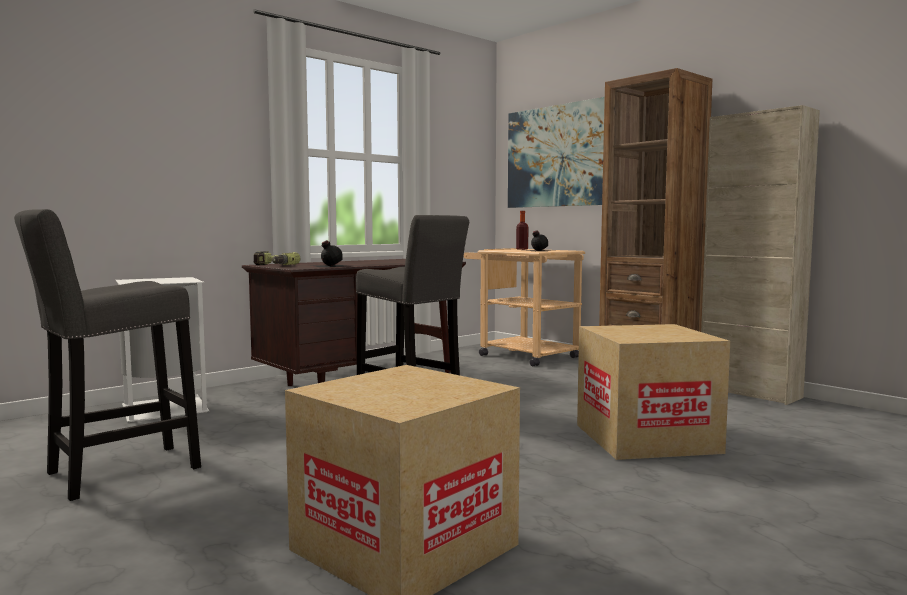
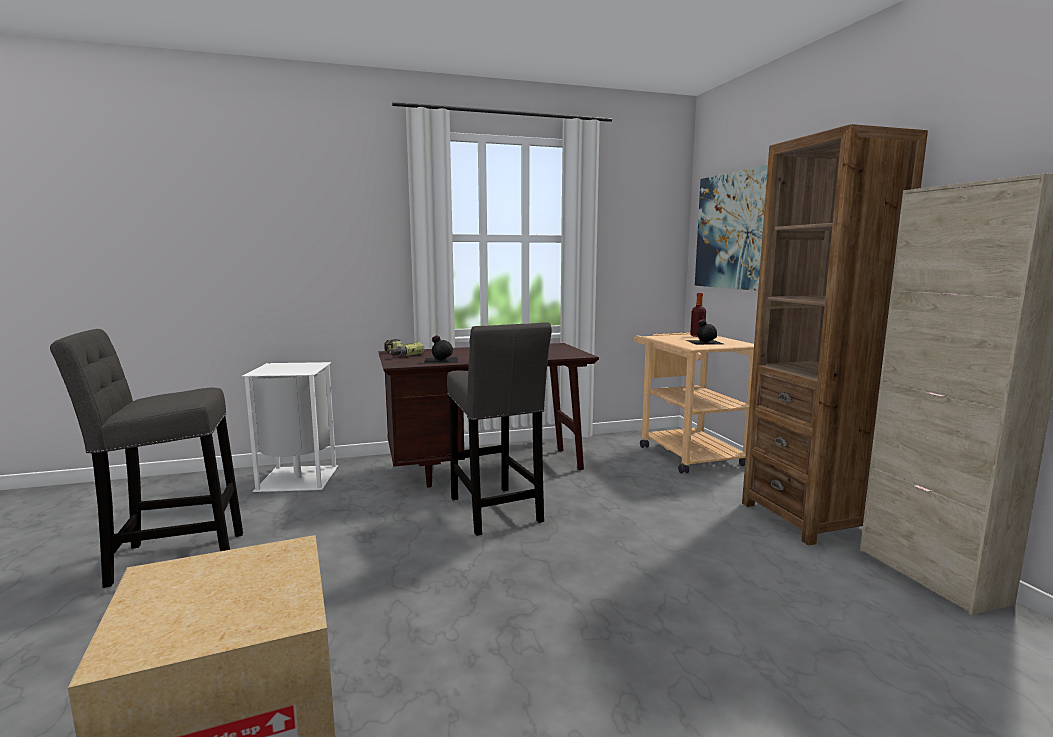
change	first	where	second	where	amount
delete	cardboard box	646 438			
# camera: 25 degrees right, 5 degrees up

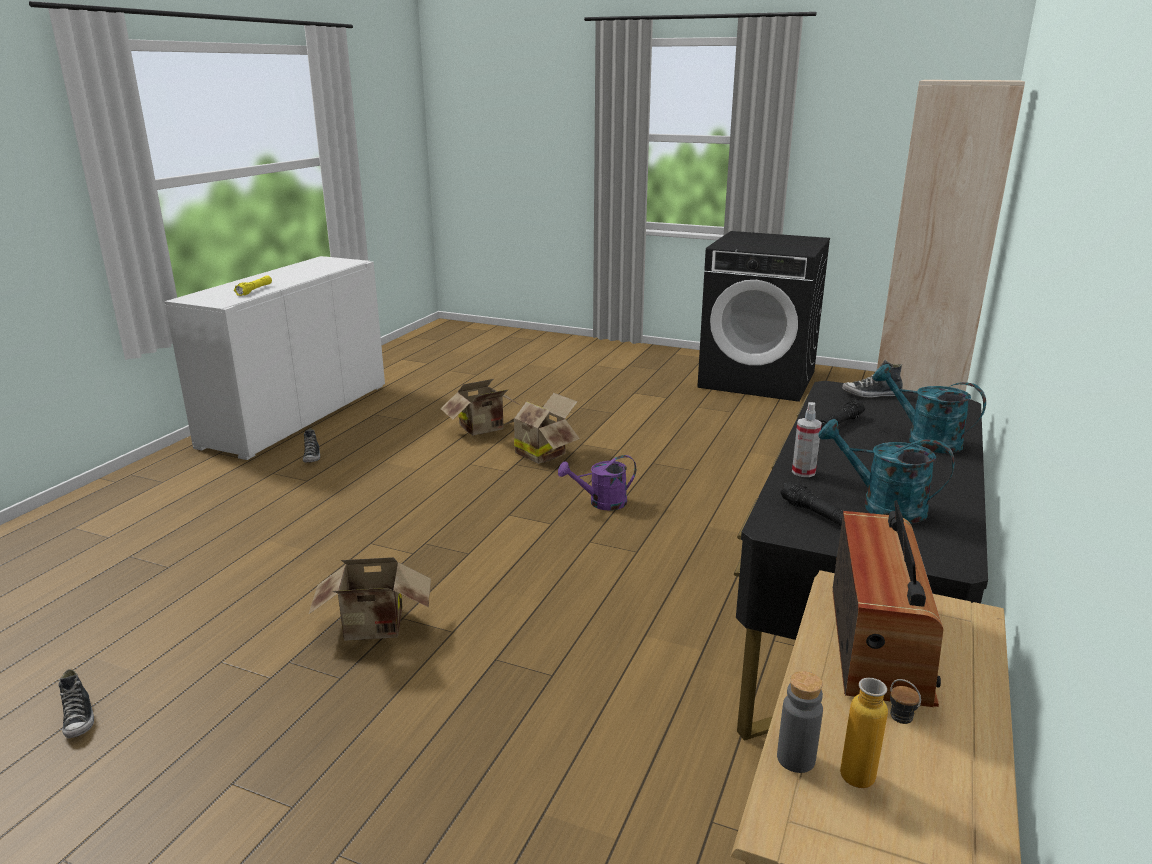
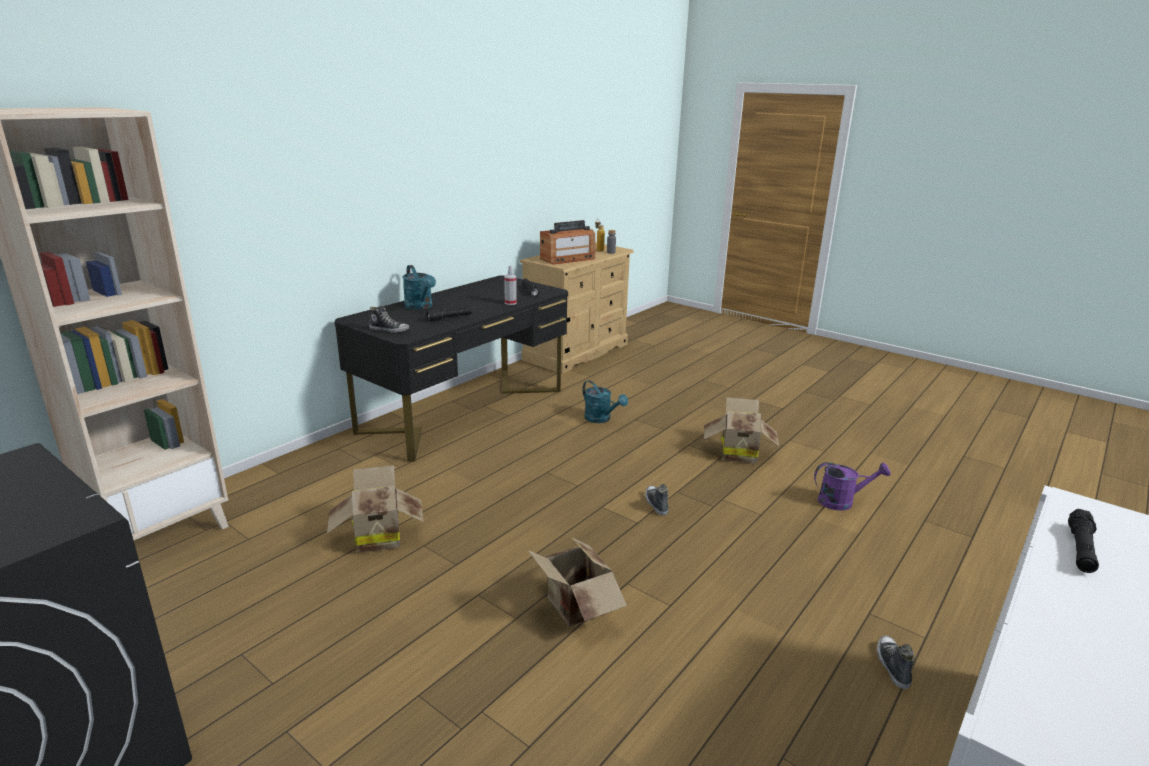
change	first	where	second	where	amount
move	shoe	79 719		656 504	
recolor	yellow flashlight	254 290	black flashlight	1080 549	
move	cardboard box	484 429		377 537	
move	purple watering can	601 503		842 501	
move	turquoise watering can	882 506		601 419	
rotate	radio	878 643		567 259	150 degrees counterclockwise
# camera: 165 degrees left, 0 degrees up

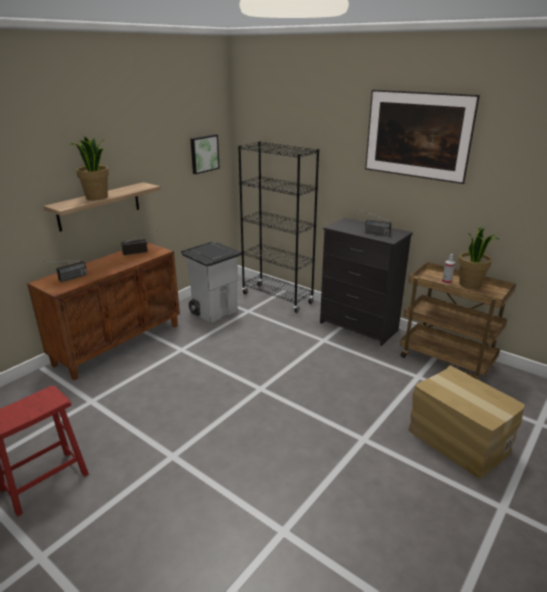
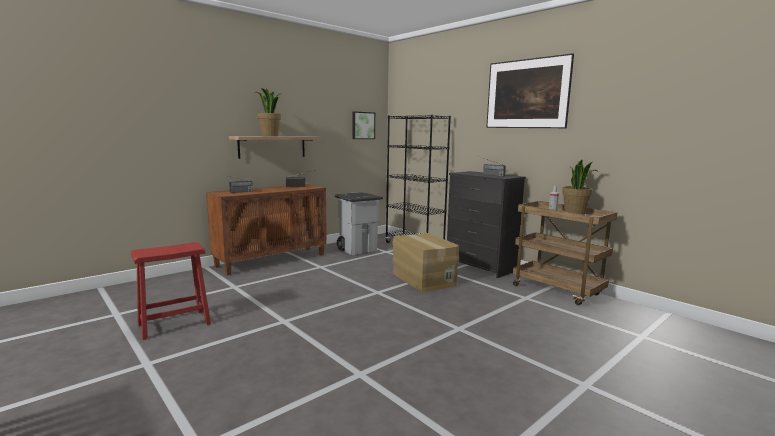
change	first	where	second	where	amount
move	cardboard box	458 440		422 279	
# camera: 10 degrees right, 15 degrees down

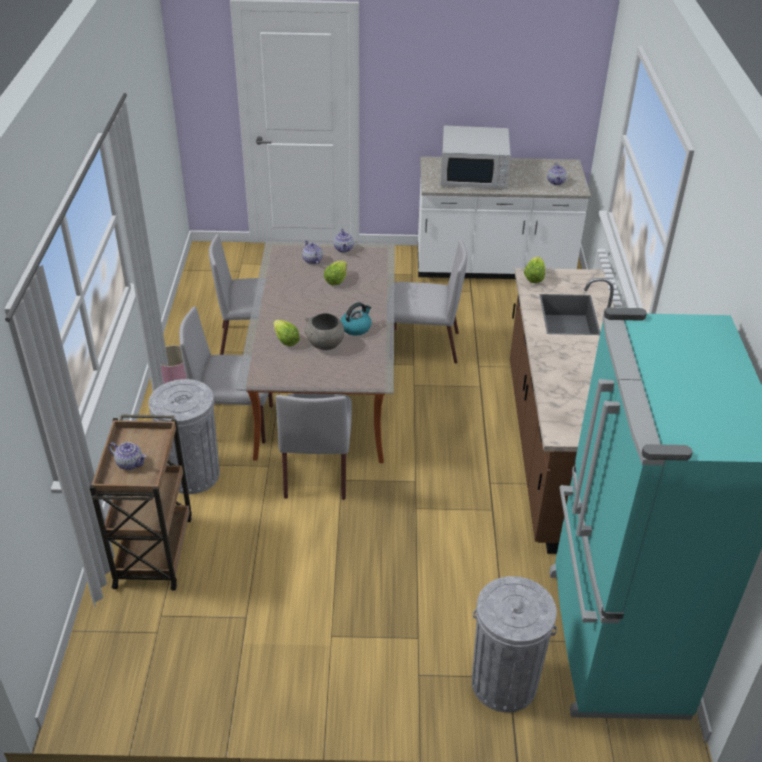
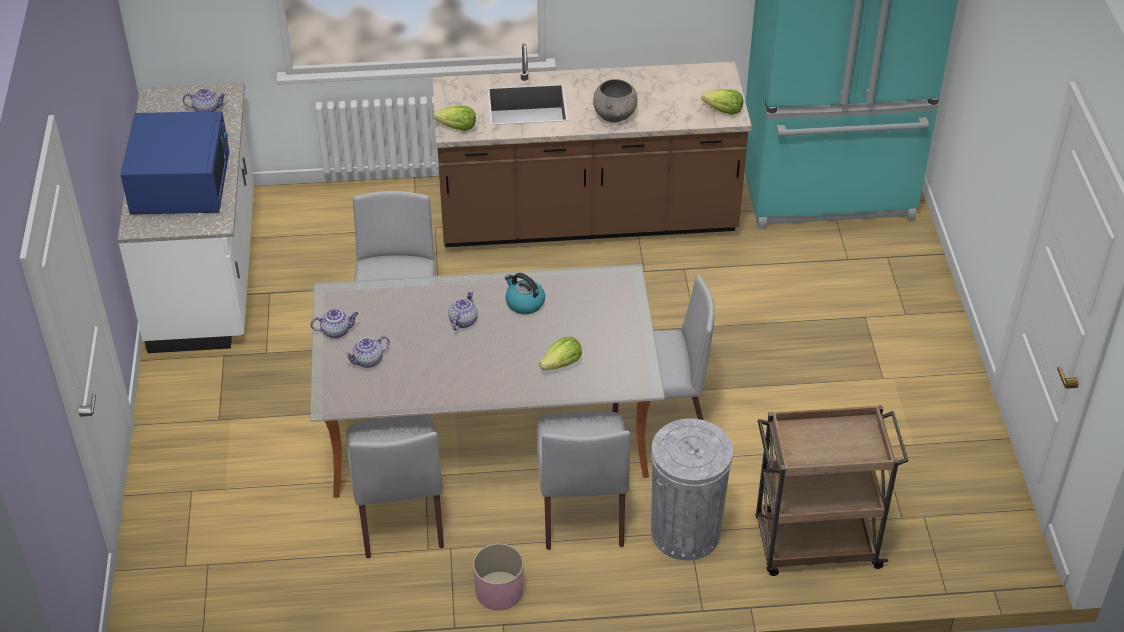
change	first	where	second	where	amount
move	teapot	130 463		463 321	
move	grey bowl	325 345		615 116	
move	lettuce	336 280		723 111	
recolor	white microwave	474 174	blue microwave	181 183	
delete	grey trash can	504 683			
# camera: 95 degrees left, 5 degrees up

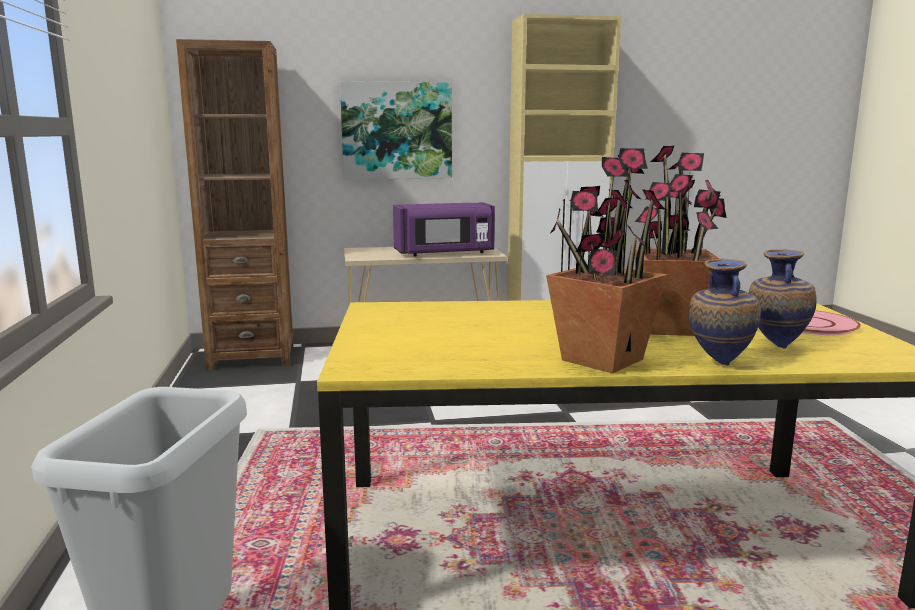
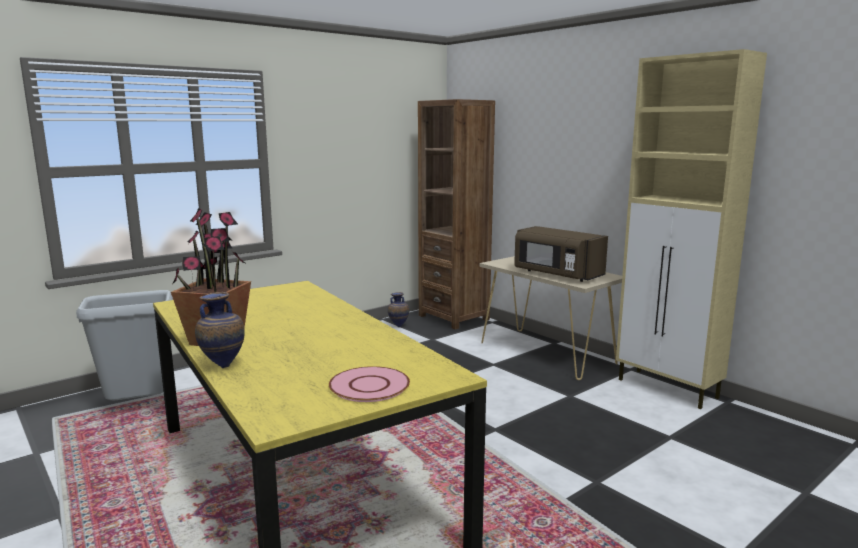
change	first	where	second	where	amount
delete	picture	397 131			
recolor	purple microwave	444 253	brown microwave	556 274	
delete	potted plant	671 328			
move	vase	775 347		398 326	
# camera: 60 degrees right, 0 degrees up

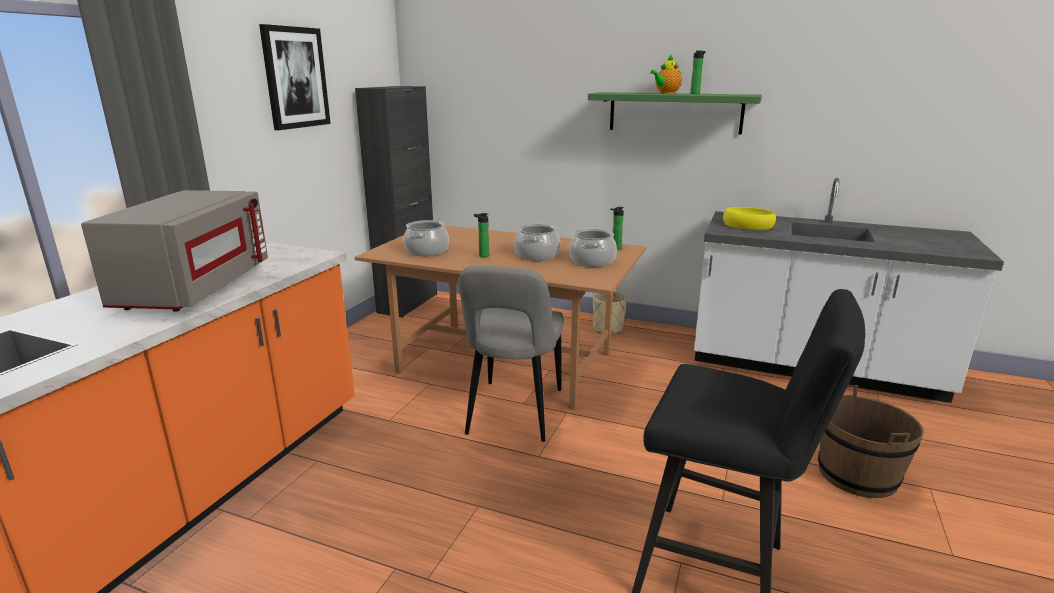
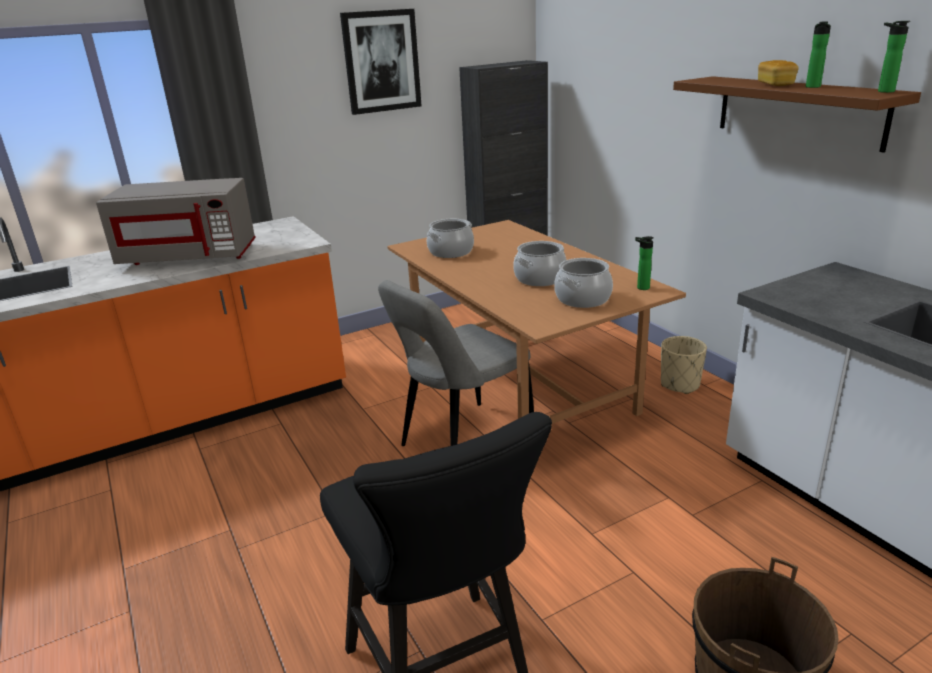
change	first	where	second	where	amount
rotate	grey microwave	195 288		190 256	45 degrees clockwise
move	bottle	482 256		883 91	
recolor	green shelf	675 112	brown shelf	798 111	
replace	teapot	666 93	bread	775 84	
delete	yellow bowl	748 225			
# camera: 40 degrees right, 5 degrees up

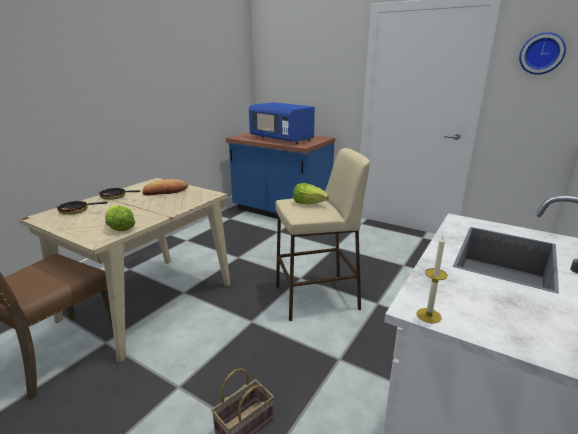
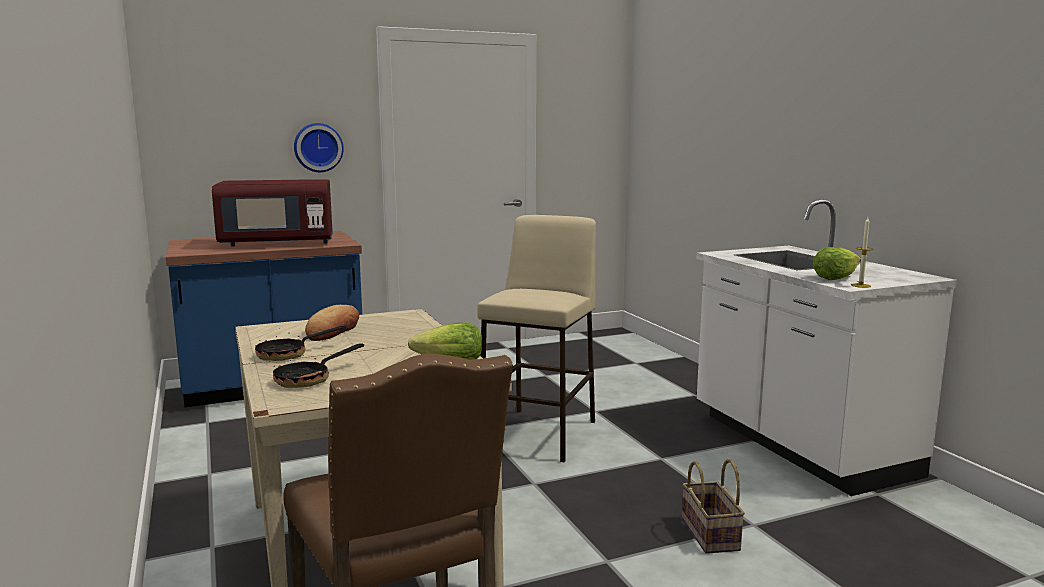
change	first	where	second	where	amount
recolor	blue microwave	282 139	red microwave	278 243	
move	lettuce	309 203		835 278	
move	wall clock	542 53		318 147	
# camera: 55 degrees left, 10 degrees down

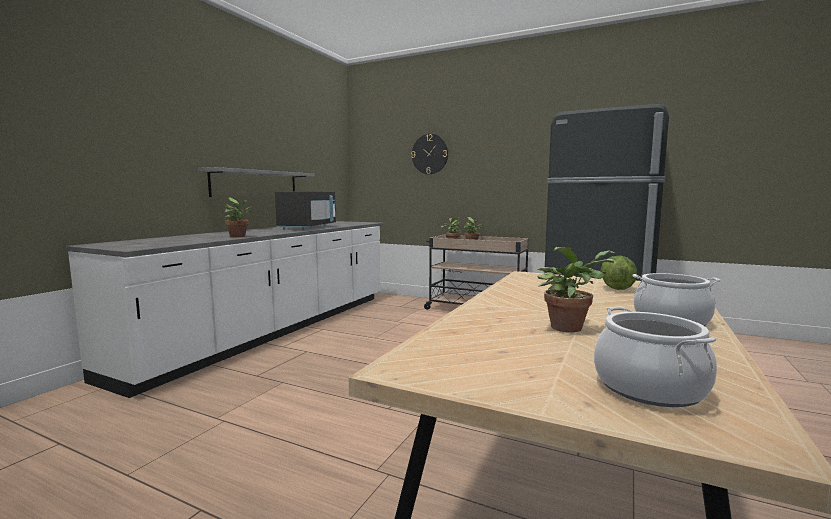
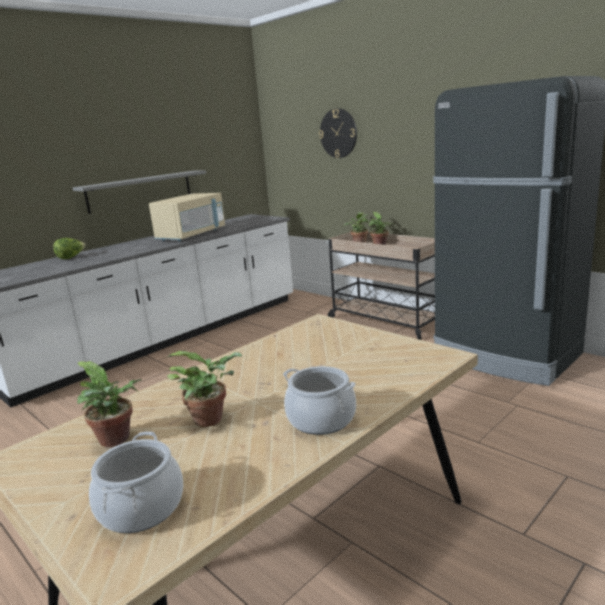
change	first	where	second	where	amount
move	potted plant	239 236		117 440	
recolor	black microwave	308 227	beige microwave	192 235	
move	lettuce	617 288		71 257	
# camera: 20 degrees right, 10 degrees up

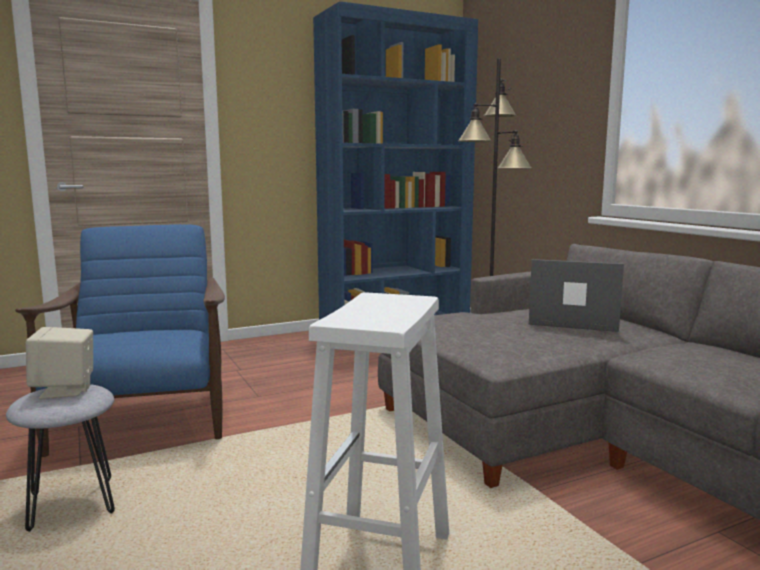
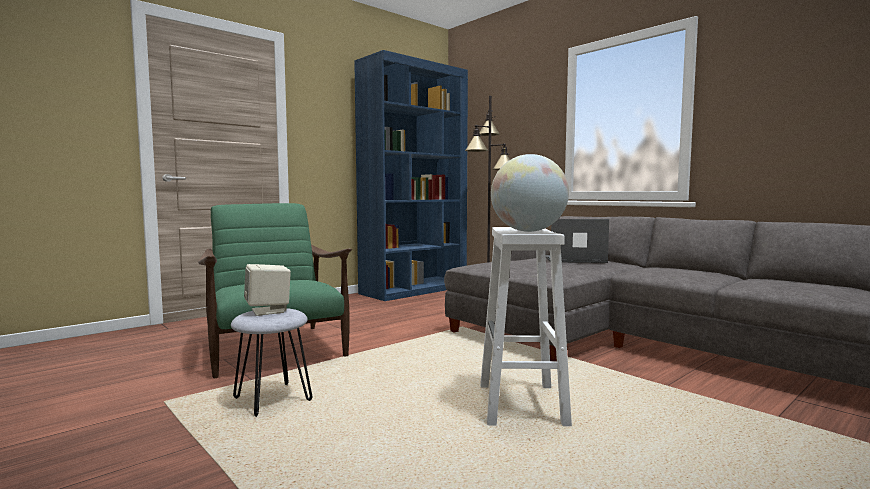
change	first	where	second	where	amount
recolor	blue armchair	145 418	green armchair	274 350	
insert			globe	528 231	
# camera: 15 degrees left, 5 degrees down

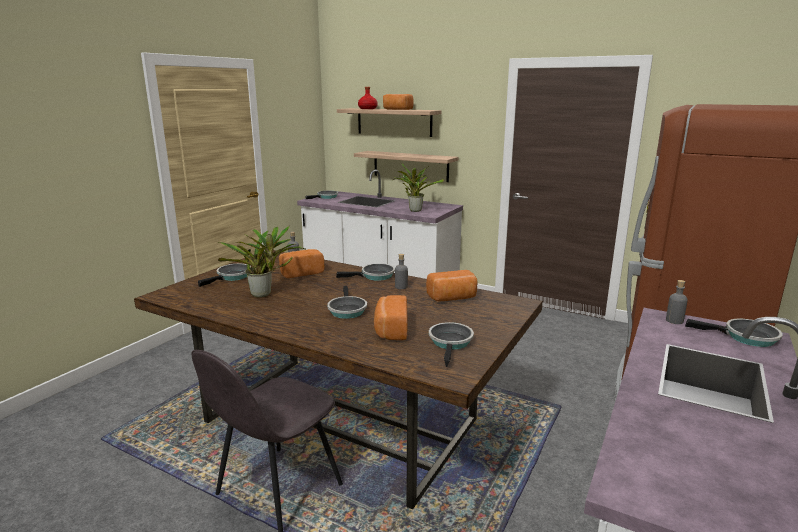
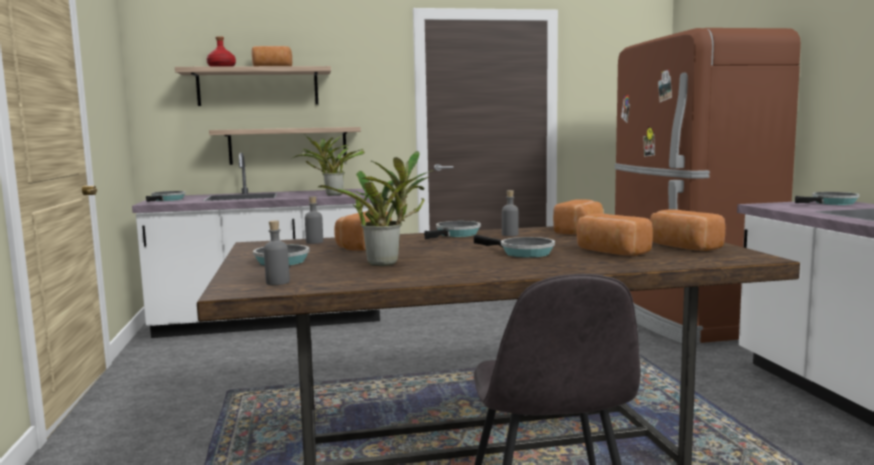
change	first	where	second	where	amount
replace	frying pan	451 343	bread	682 247	
move	grey bottle	674 321		277 282	
# camera: 40 degrees left, 10 degrees down

